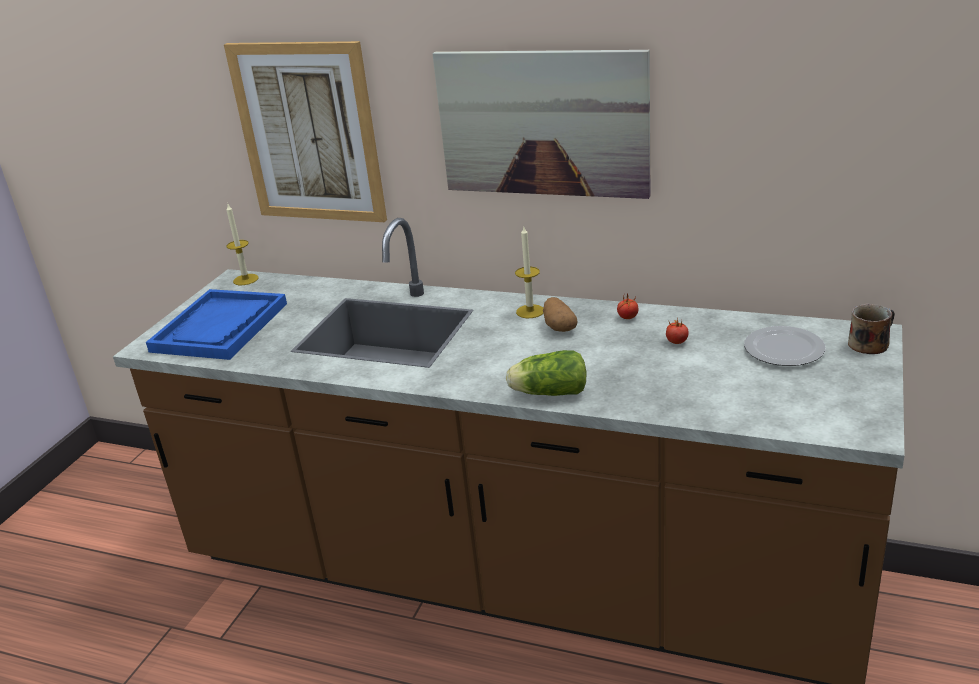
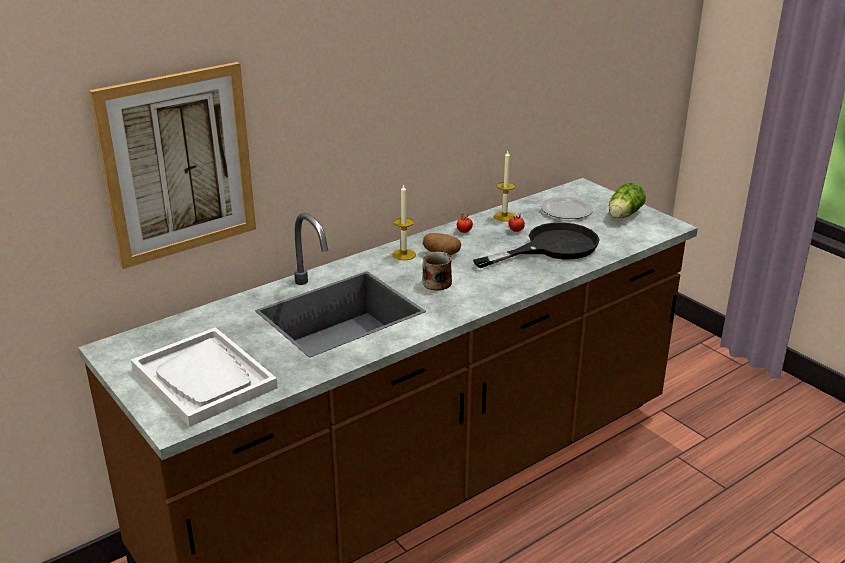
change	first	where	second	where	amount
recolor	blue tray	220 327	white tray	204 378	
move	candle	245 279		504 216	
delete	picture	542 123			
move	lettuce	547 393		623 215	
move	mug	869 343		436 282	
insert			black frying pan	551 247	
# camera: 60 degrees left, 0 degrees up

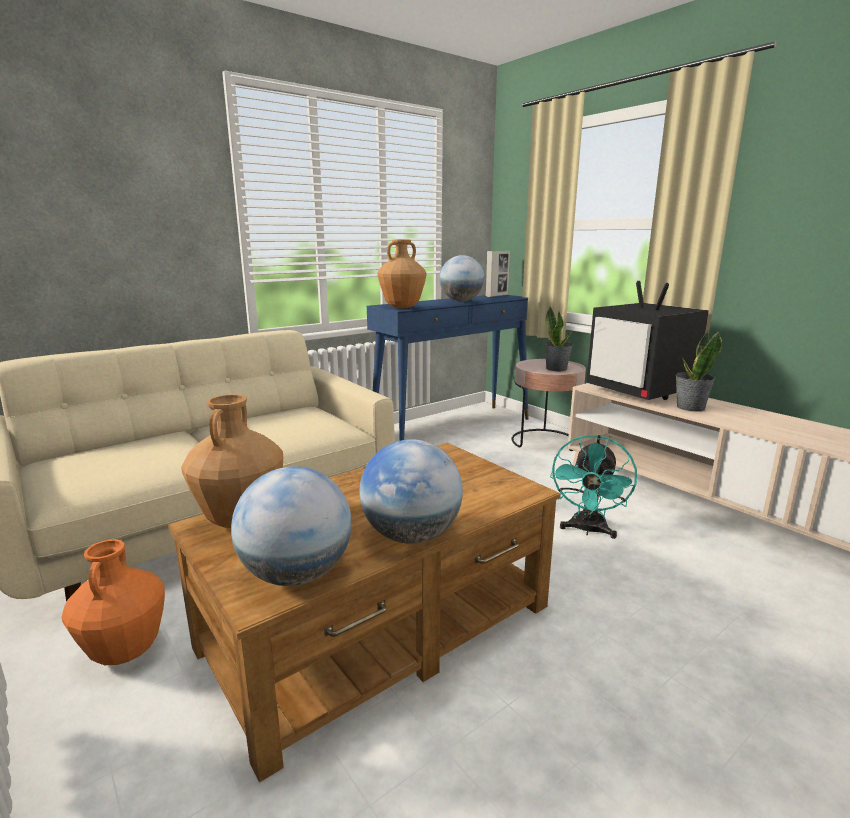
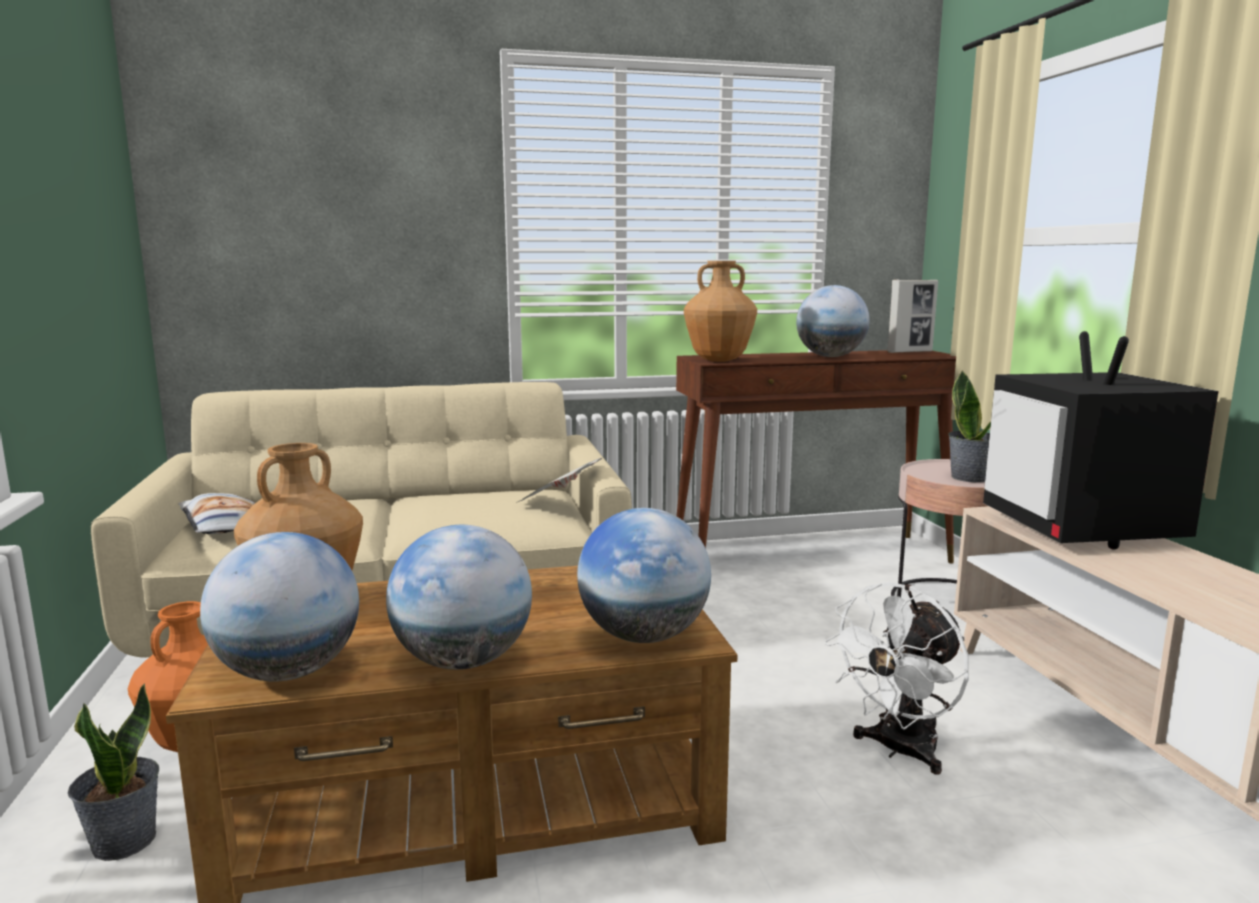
change	first	where	second	where	amount
recolor	blue console table	453 428	brown console table	812 558	
recolor	turquoise fan	587 530	white fan	898 750	
move	potted plant	690 407		123 841	
insert			pillow	224 526	
insert			newspaper	559 503	
insert			globe	644 636	
# camera: 25 degrees right, 5 degrees down

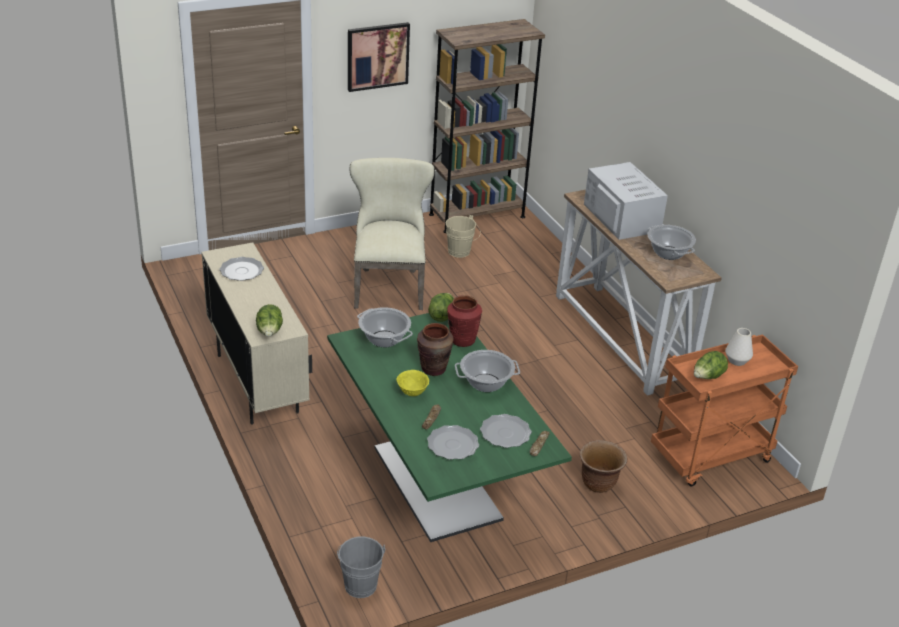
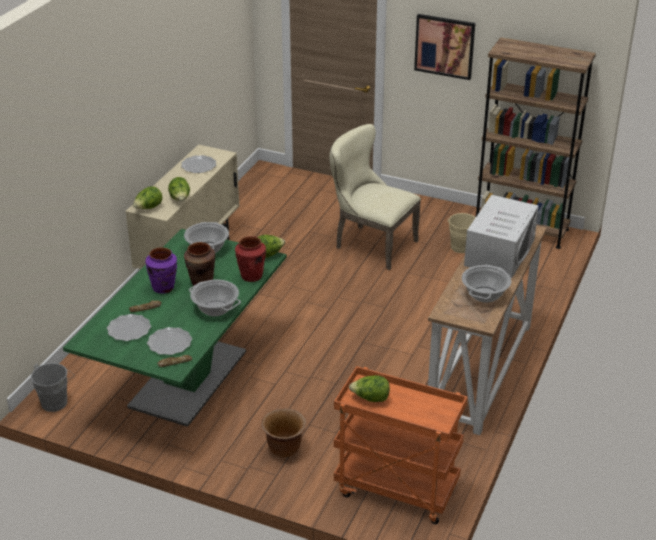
change	first	where	second	where	amount
rotate	beige chair	388 285		370 244	105 degrees counterclockwise
replace	yellow bowl	412 393	purple vase	163 287	
delete	white vase	737 360			
insert			lettuce	180 199	
# camera: 50 degrees right, 0 degrees up

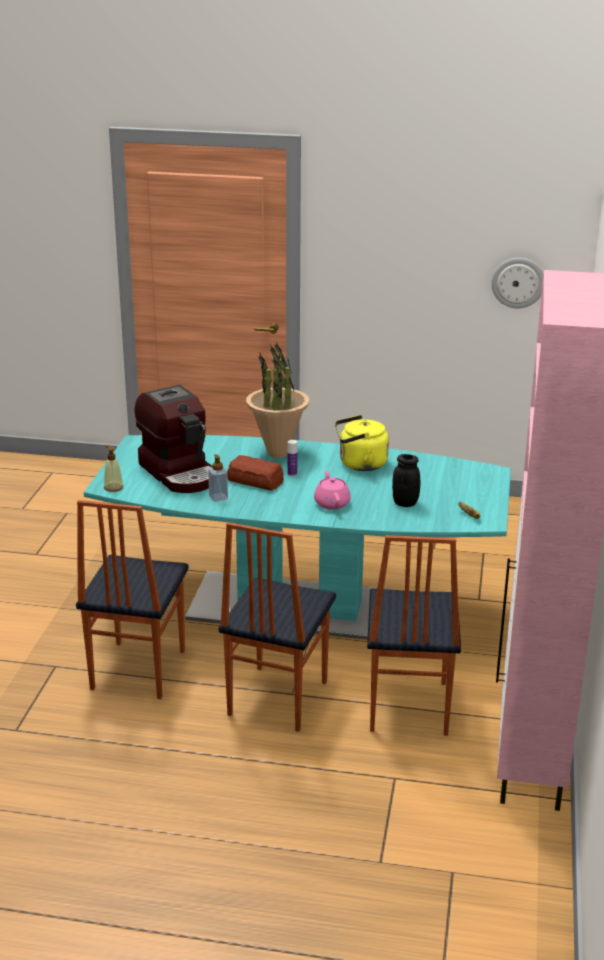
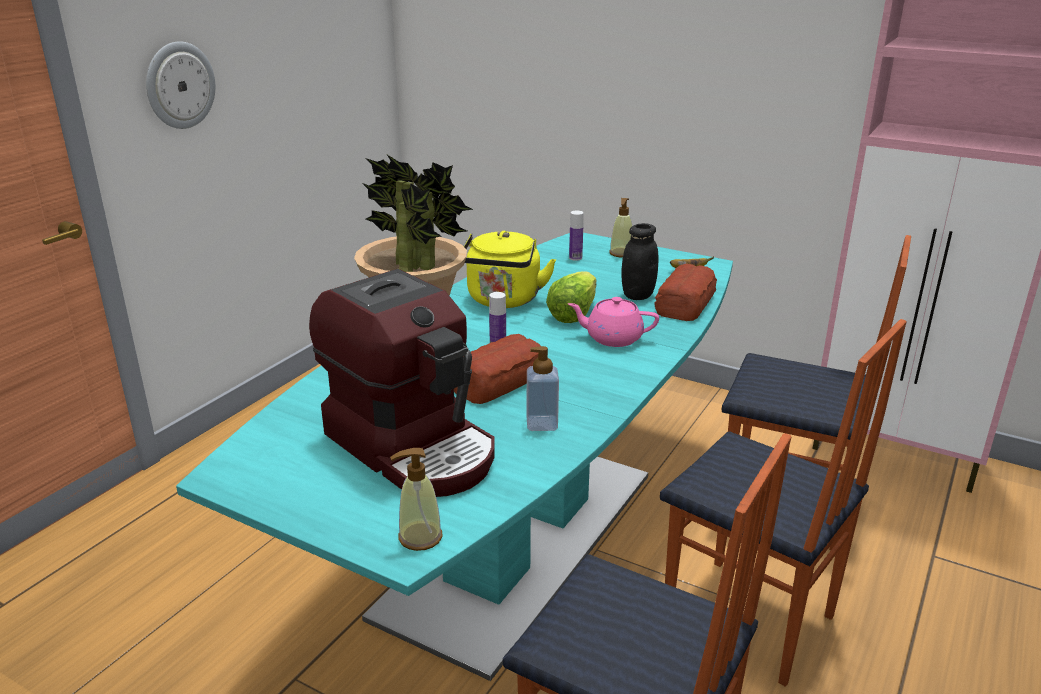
change	first	where	second	where	amount
rotate	coffee machine	180 472		413 446	60 degrees clockwise
move	wall clock	518 282		179 85	
insert			lettuce	573 313	
insert			bottle	575 258	
insert			soap dispenser	621 253	
insert			bread	686 303	
# camera: 70 degrees left, 0 degrees up

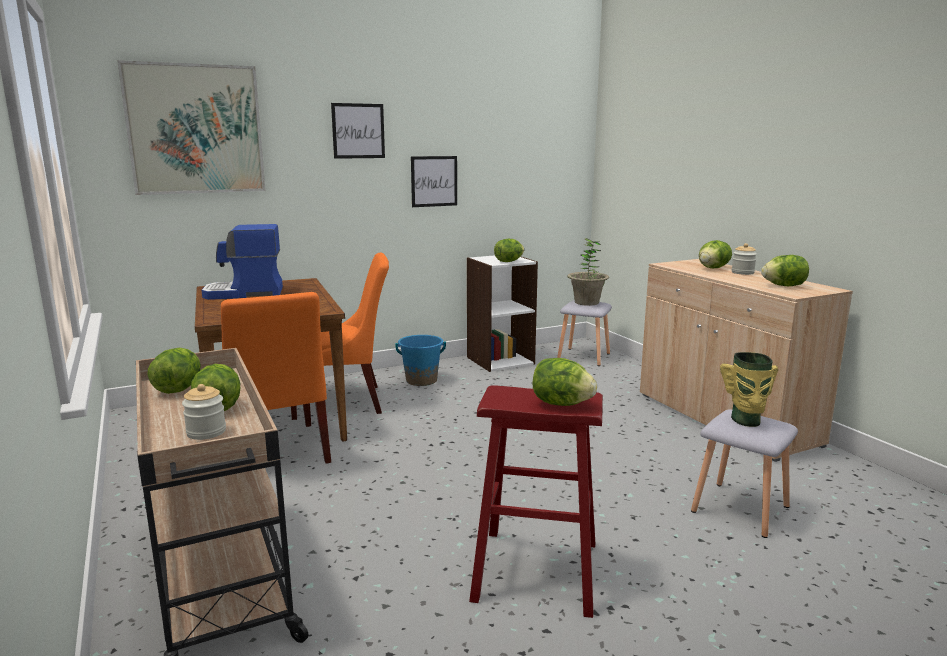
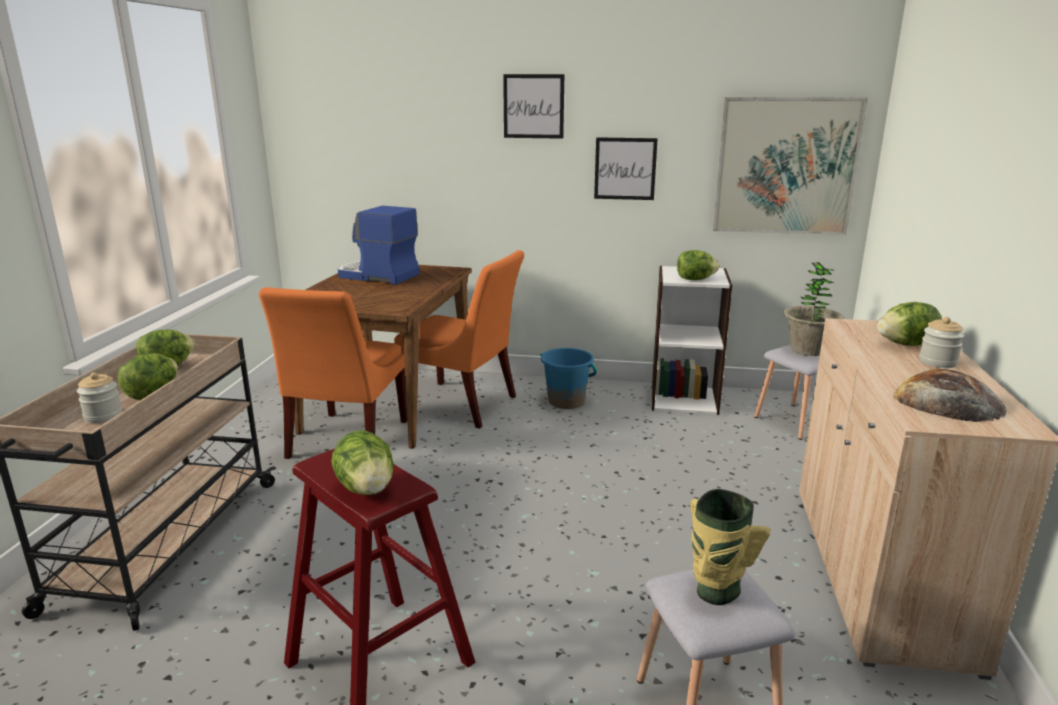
change	first	where	second	where	amount
move	picture	195 129		785 166	
replace	lettuce	784 286	bread	947 402	
# camera: 35 degrees right, 5 degrees up

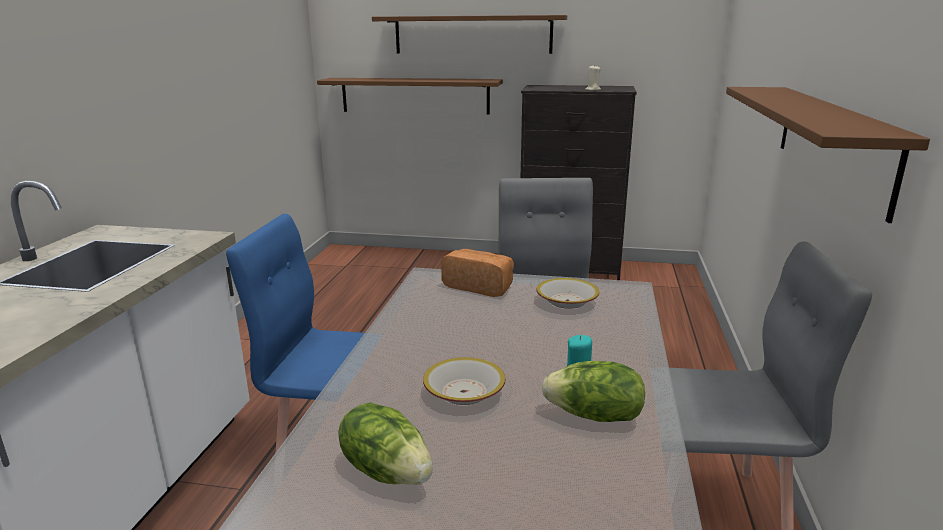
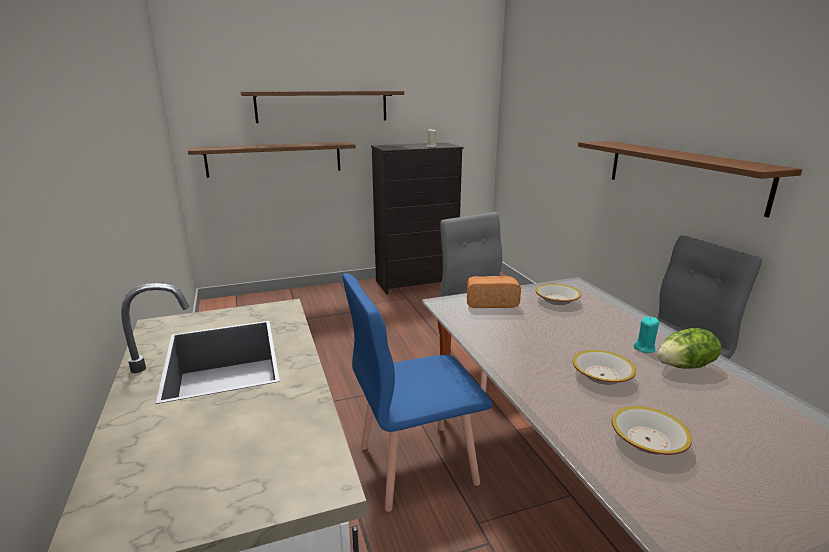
change	first	where	second	where	amount
replace	lettuce	387 470	bowl	647 440	
# camera: 30 degrees left, 0 degrees up

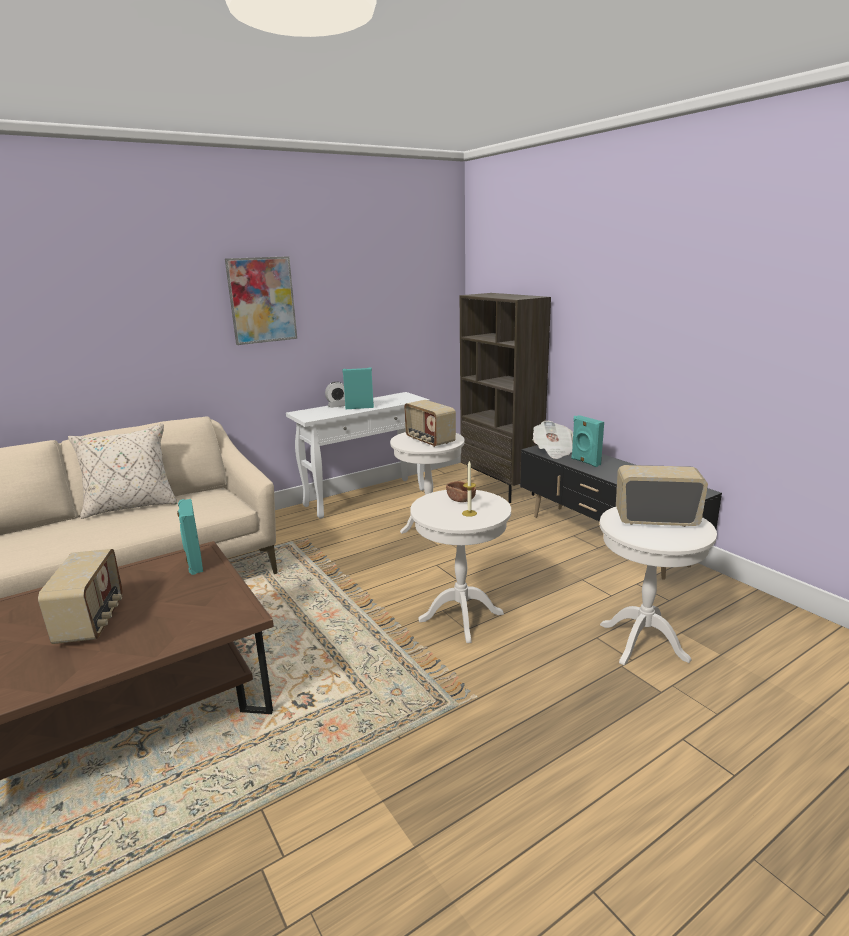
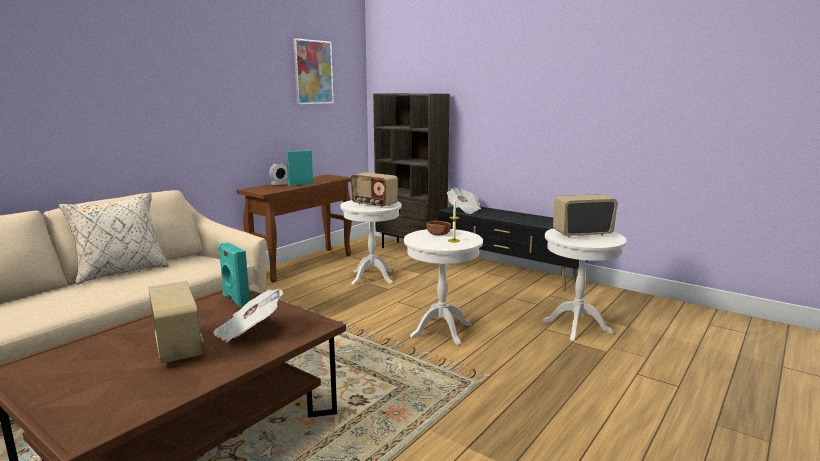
change	first	where	second	where	amount
move	picture	262 300		313 72	
recolor	white console table	366 497	brown console table	304 264	
delete	turquoise speaker	585 462			
insert			newspaper	249 332	
# camera: 20 degrees left, 5 degrees down

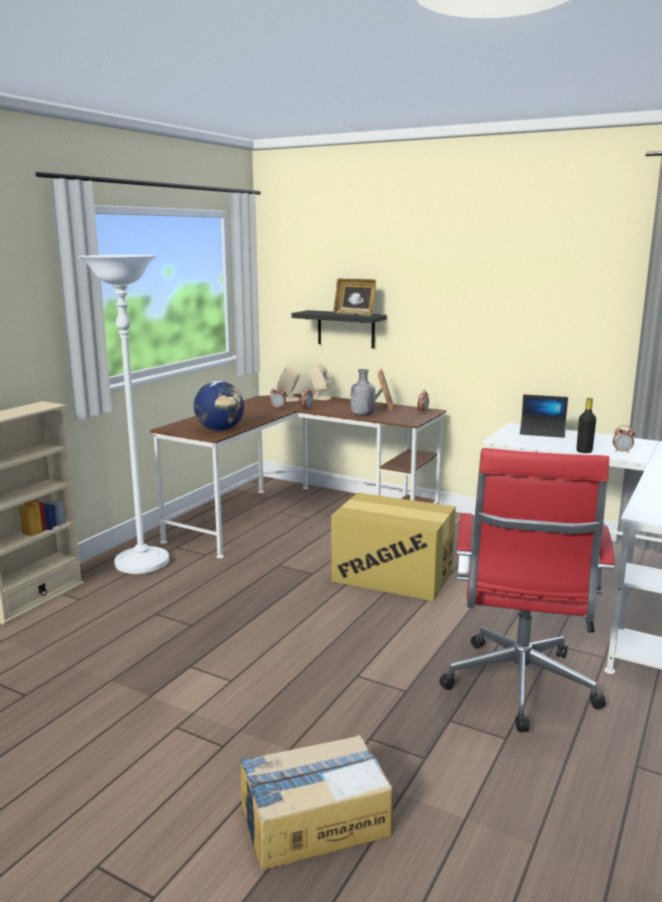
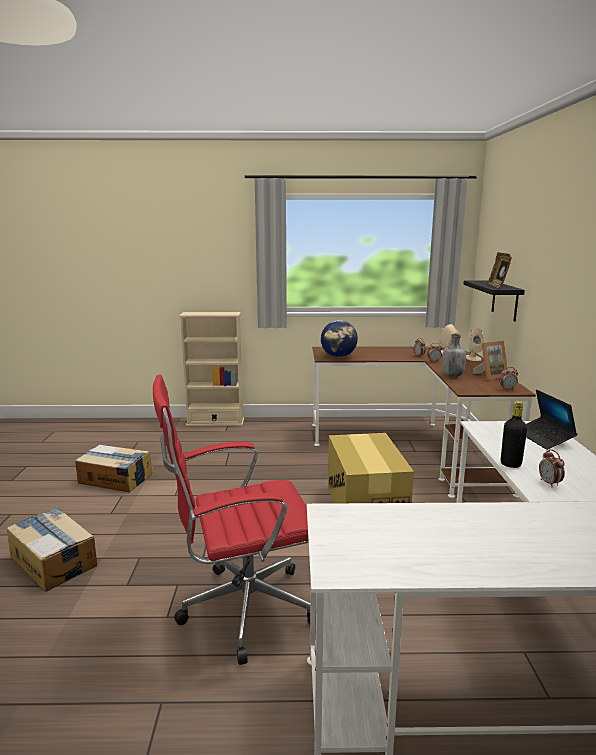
change	first	where	second	where	amount
delete	white floor lamp	142 563			
insert			cardboard box	115 479	
# camera: 60 degrees right, 0 degrees up

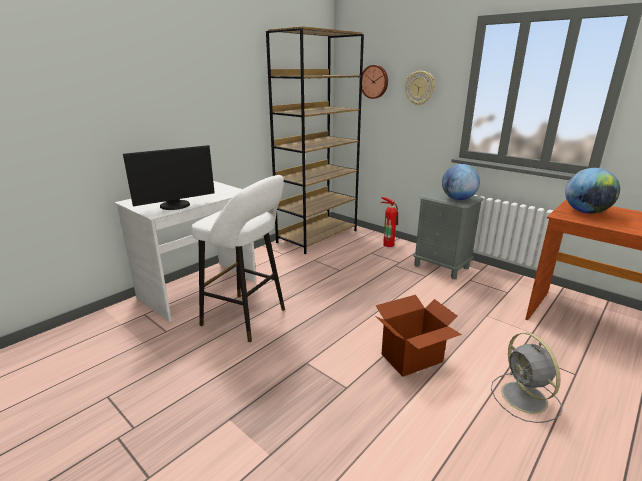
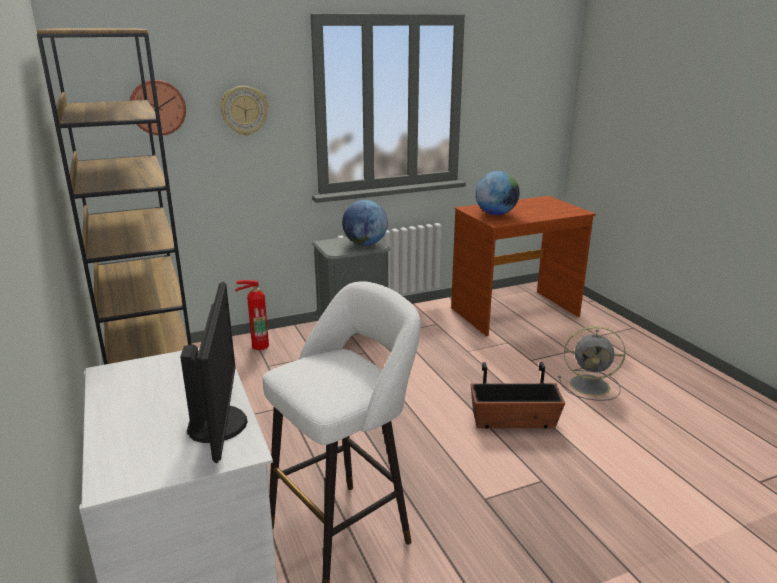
change	first	where	second	where	amount
replace	cardboard box	412 358	planter	513 420	
# camera: 65 degrees left, 0 degrees up

